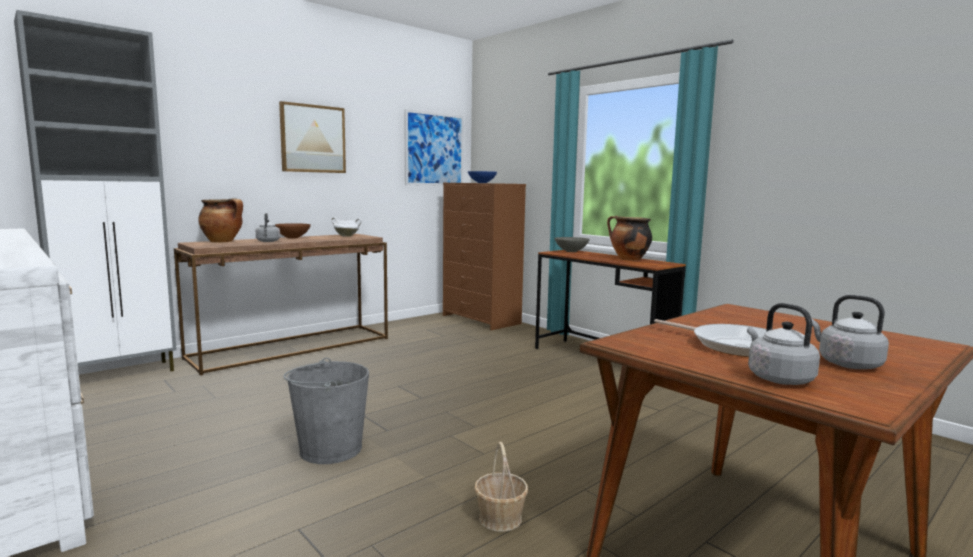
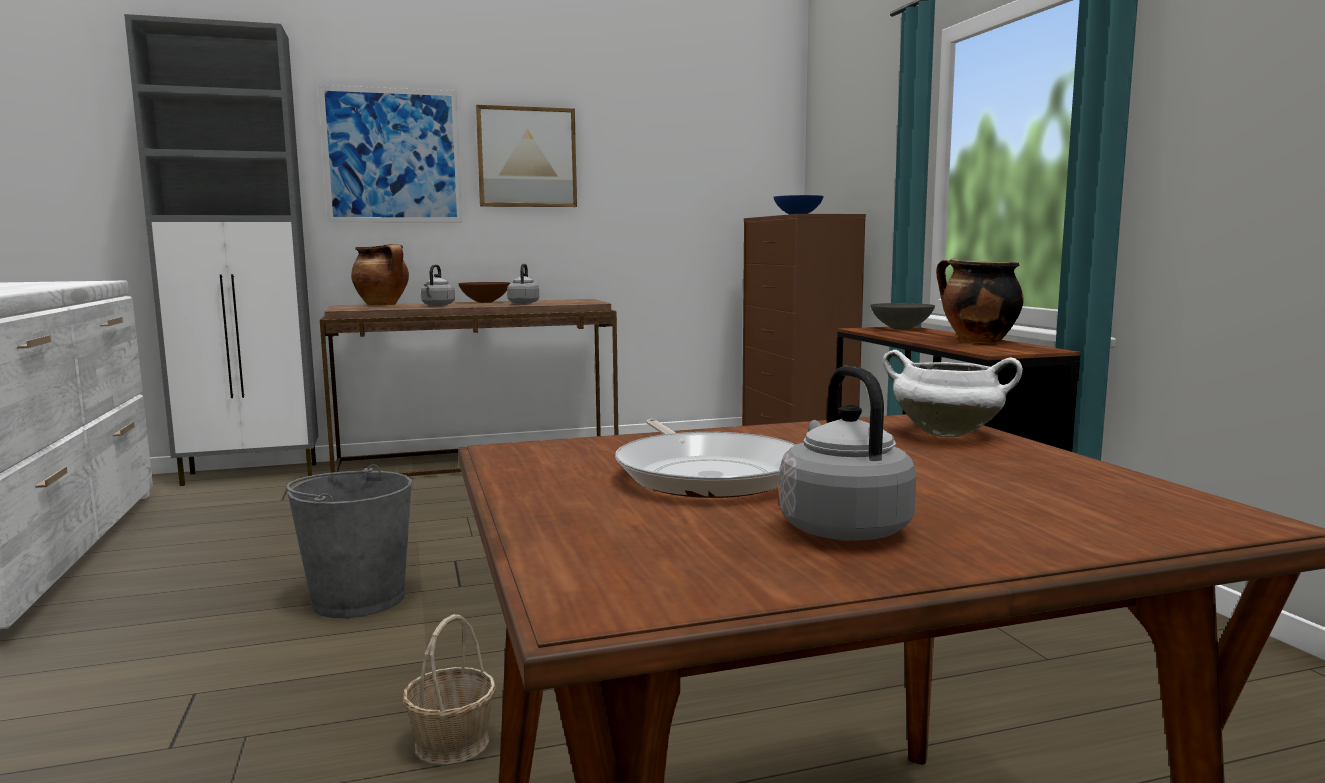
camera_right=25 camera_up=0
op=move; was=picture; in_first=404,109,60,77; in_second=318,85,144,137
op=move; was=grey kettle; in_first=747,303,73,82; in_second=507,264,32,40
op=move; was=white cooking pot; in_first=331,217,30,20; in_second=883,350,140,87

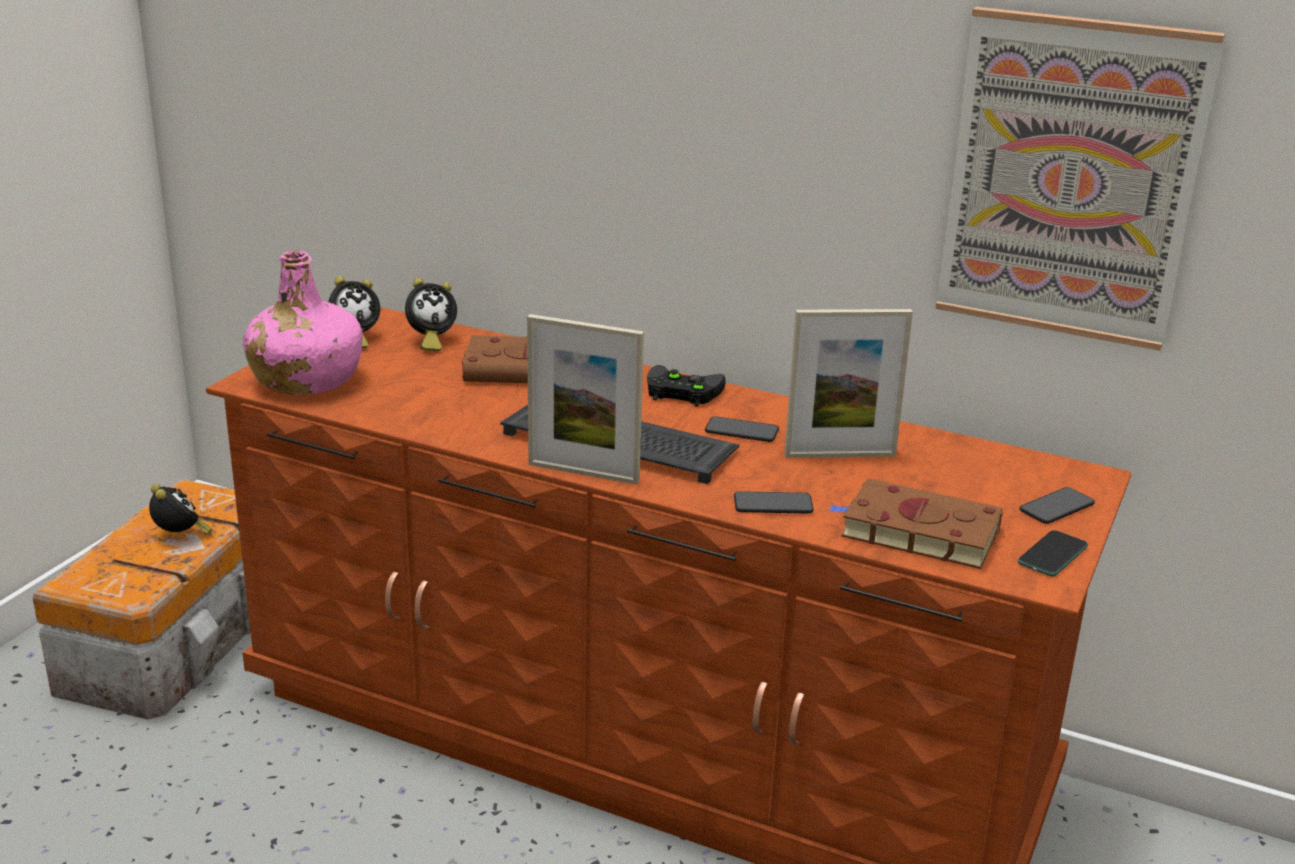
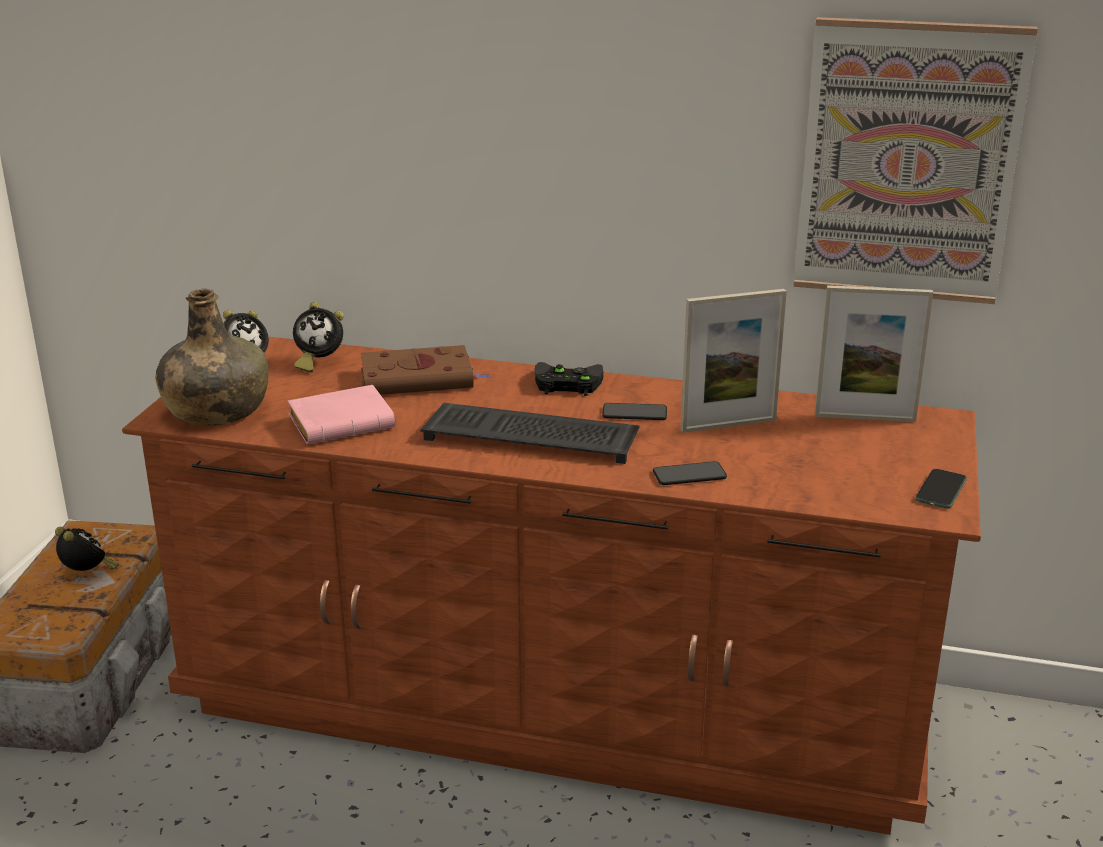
camera_right=-10 camera_up=0
op=recolor; was=pink bottle; now=green bottle; in_first=243,250,120,145; in_second=156,288,113,138
op=insert; now=pink book; in_second=288,385,107,59
op=rotate; was=alarm clock; in_first=405,278,52,73; in_second=293,302,51,70; clockwise=45
op=move; was=picture frame; in_first=527,314,117,171; in_second=815,285,118,137
op=delete; was=brown book; in_first=828,478,175,91
op=delete; was=phone; in_first=1020,487,75,37

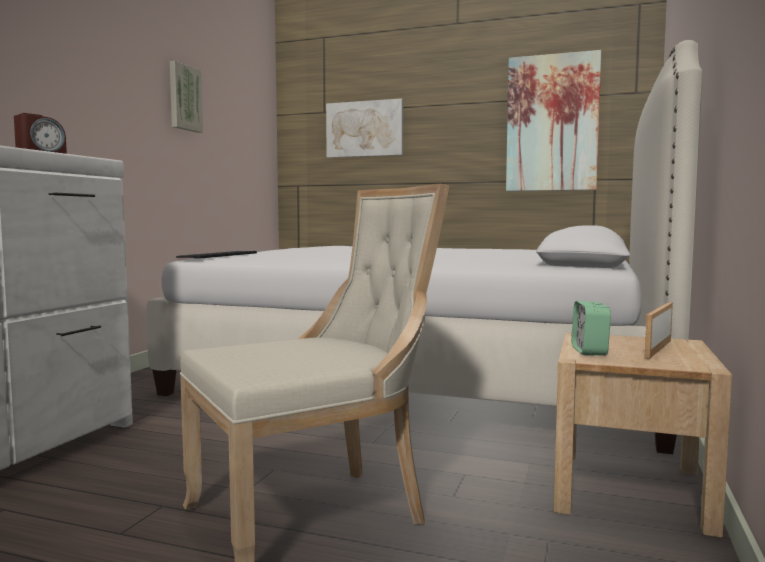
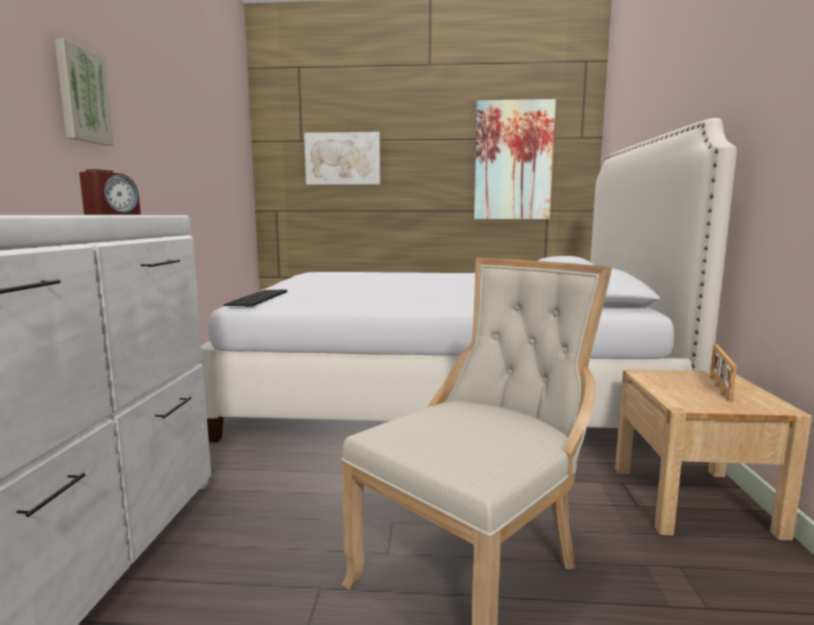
camera_right=-15 camera_up=5
op=move; was=picture; in_first=170,61,33,72; in_second=55,38,59,108
op=delete; was=alarm clock; in_first=571,301,40,55

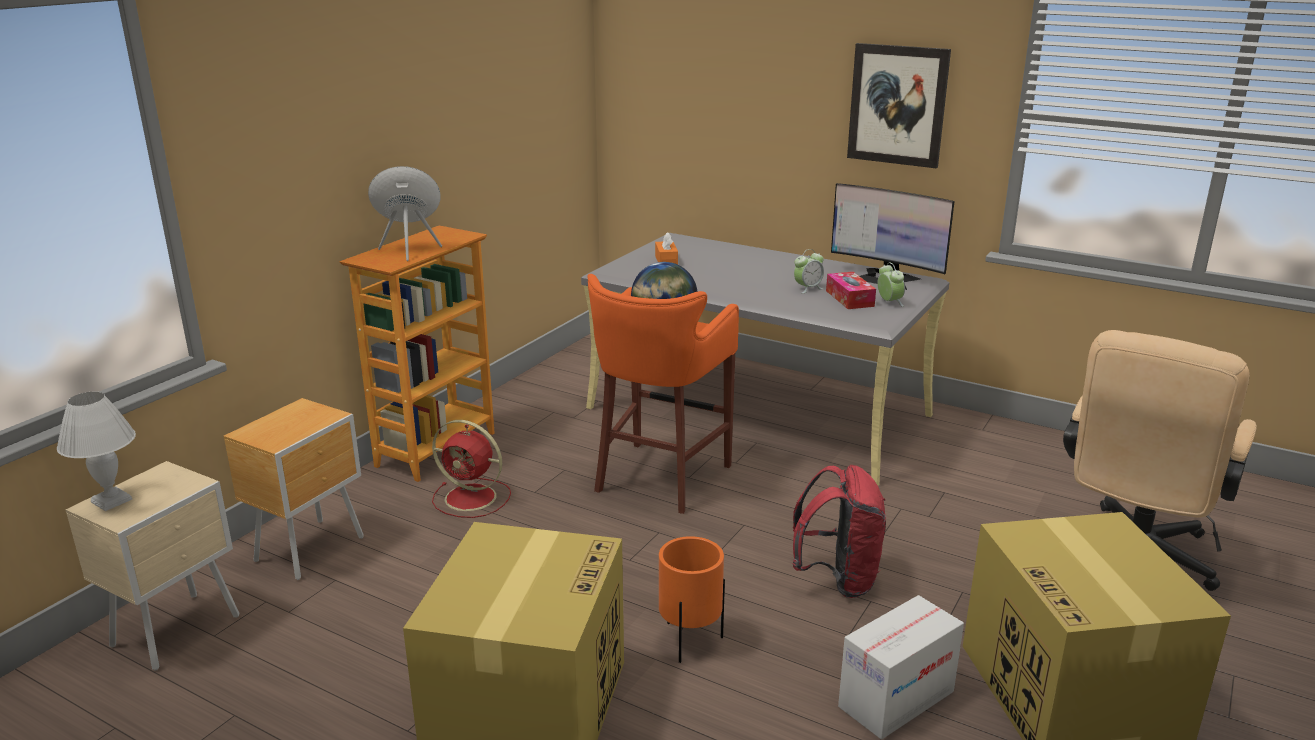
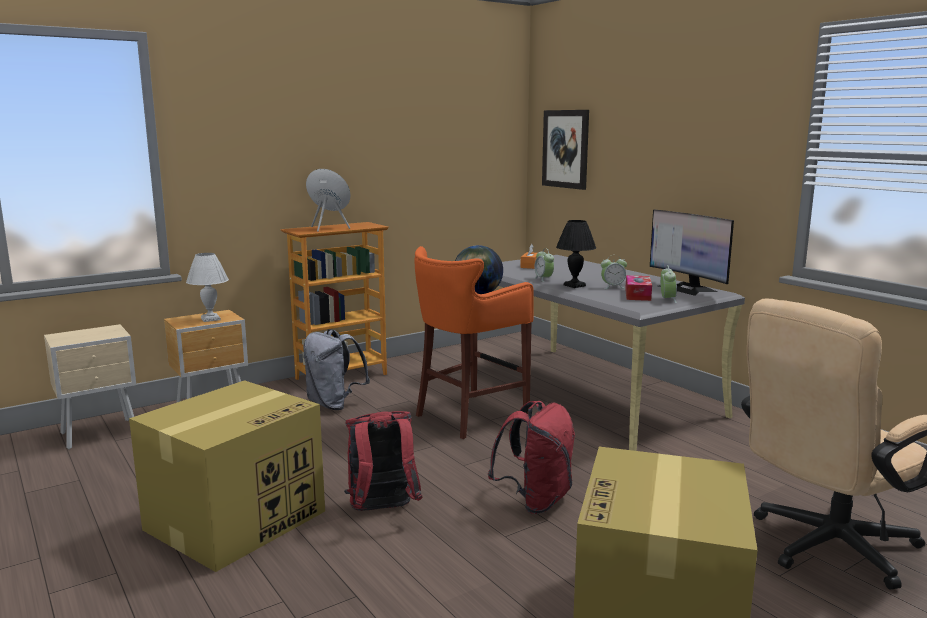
camera_right=25 camera_up=-10
op=move; was=white table lamp; in_first=57,392,79,119; in_second=186,253,43,69
op=replace; was=red fan; now=grey backpack; in_first=432,420,79,98; in_second=303,329,67,81
op=replace; was=orange planter; now=red backpack; in_first=659,536,66,127; in_second=344,411,79,100
op=insert; now=alarm clock; in_second=534,248,20,34
op=move; was=picture; in_first=847,43,104,125; in_second=542,110,47,80
op=insert; now=black table lamp; in_second=556,220,40,68
op=delete; was=cardboard box; in_first=838,595,126,145

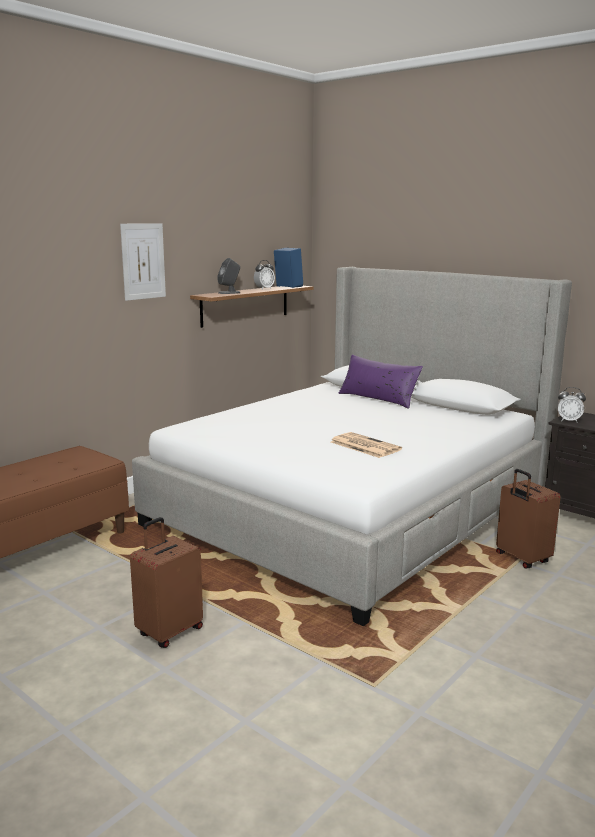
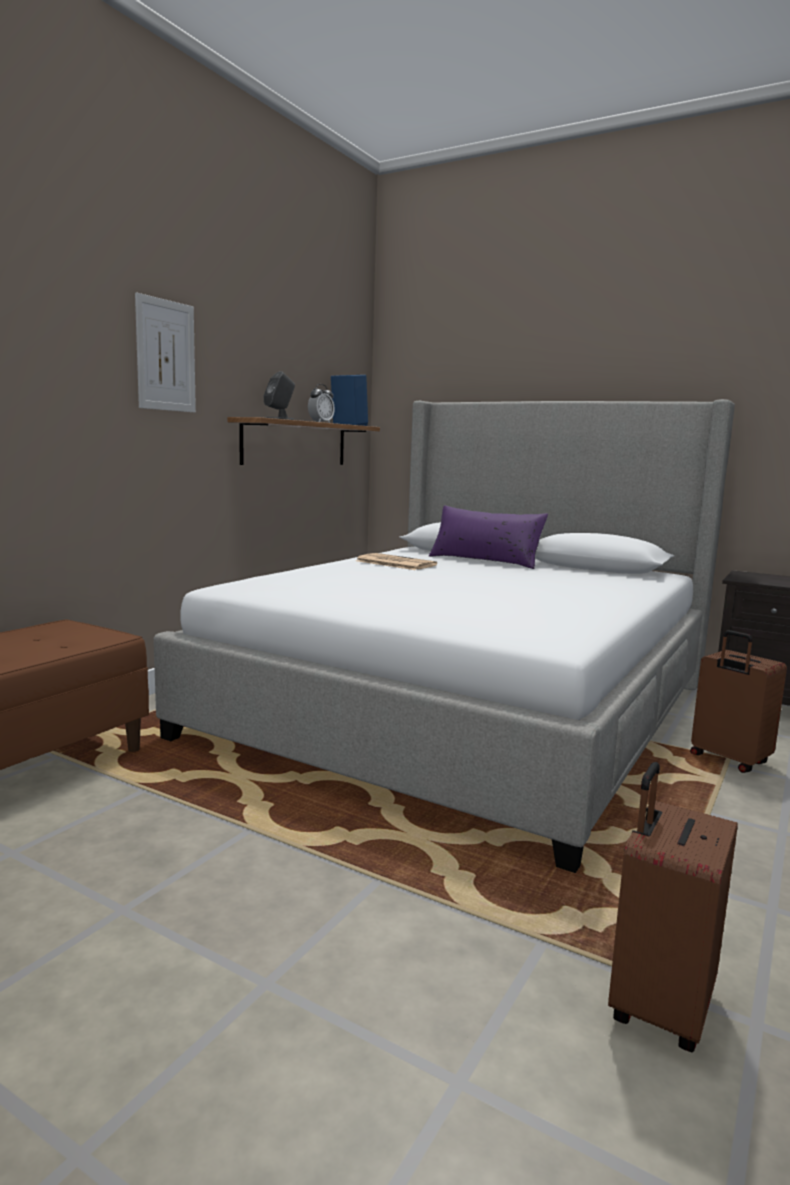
camera_right=-10 camera_up=-5
op=move; was=newspaper; in_first=331,432,71,26; in_second=356,553,81,17
op=move; was=brown suitcase; in_first=130,517,73,131; in_second=608,762,130,290
op=delete; was=alarm clock; in_first=558,387,28,35

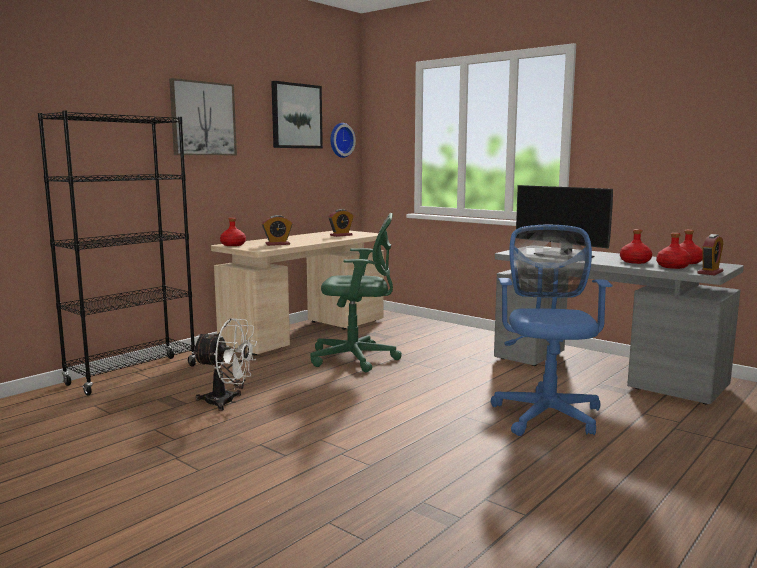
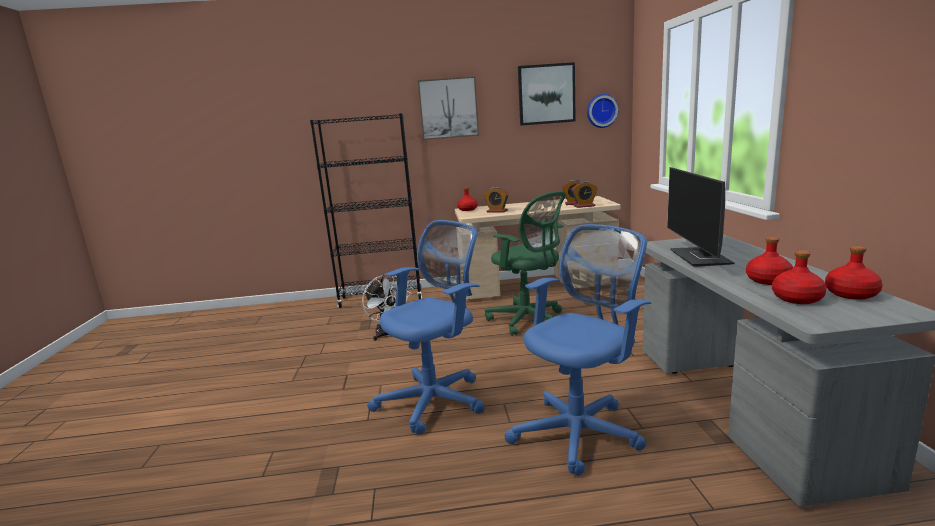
camera_right=45 camera_up=5
op=insert; now=blue office chair; in_second=367,220,118,215
op=move; was=alarm clock; in_first=697,234,27,42; in_second=571,181,27,27

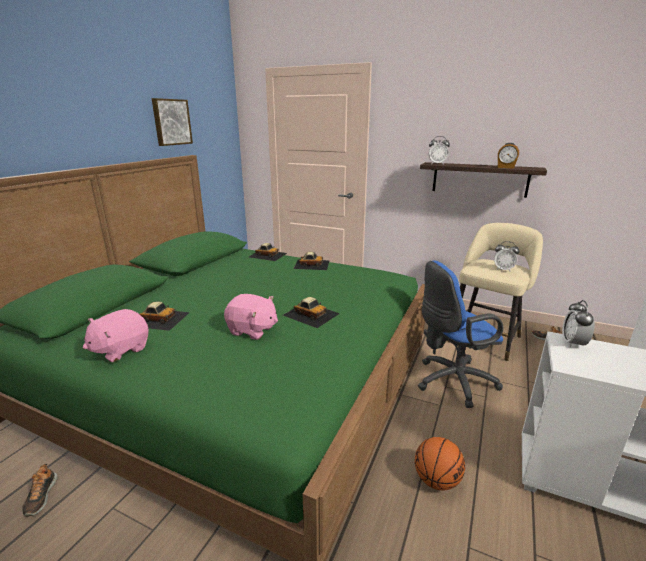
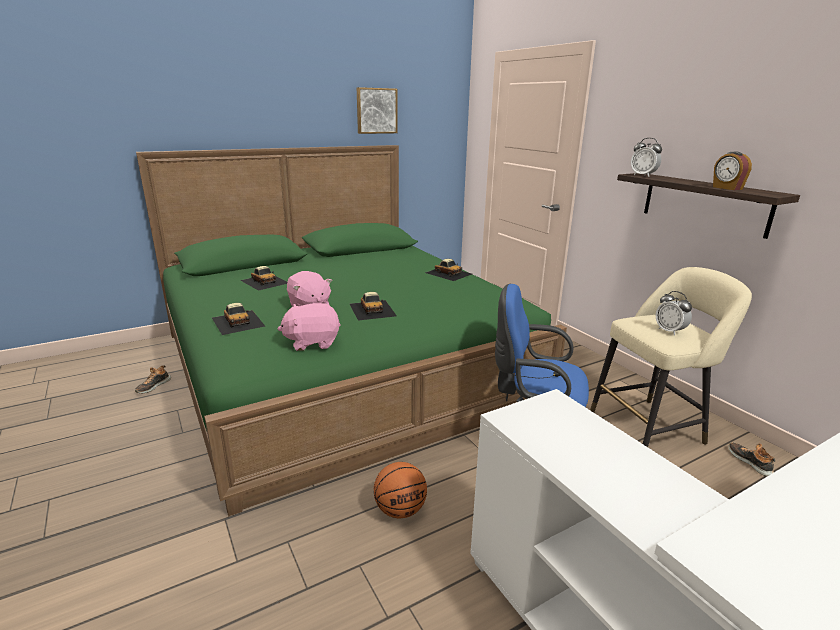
camera_right=35 camera_up=0
op=move; was=toy car; in_first=249,243,38,18; in_second=212,303,53,32
op=move; was=pink plush toy; in_first=83,309,66,53; in_second=278,303,63,48
op=delete; was=alarm clock; in_first=562,300,33,48

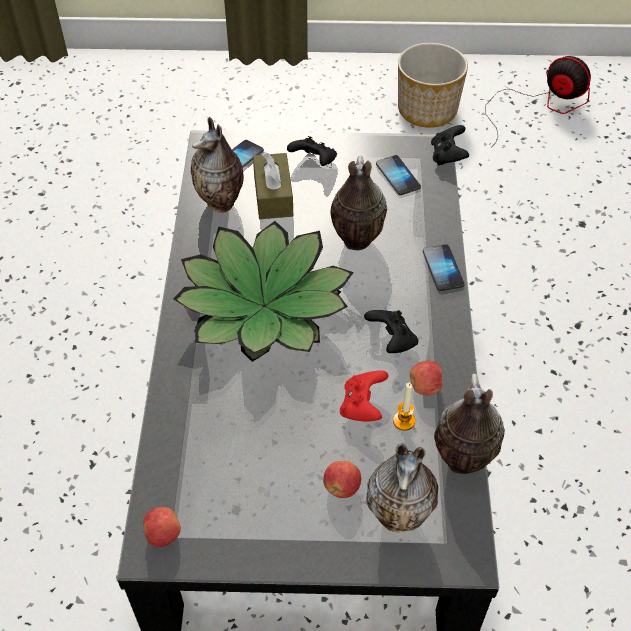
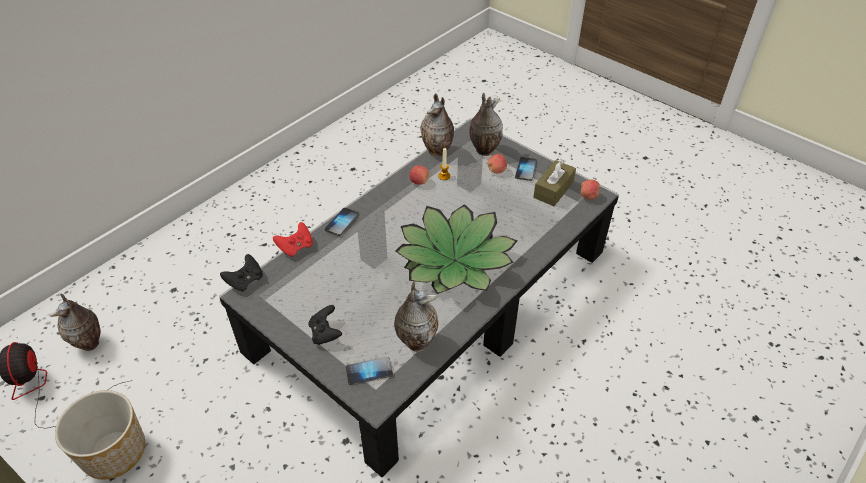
camera_right=-140 camera_up=-5
op=move; was=vase; in_first=330,155,57,95; in_second=49,294,52,57
op=move; was=red game controller; in_first=340,370,49,52; in_second=273,222,40,35
op=move; was=phone; in_first=376,155,45,40; in_second=515,157,22,24
op=move; was=brown tissue box; in_first=253,152,40,67; in_second=533,159,43,47
op=delete; was=black game controller; in_first=364,310,54,43

